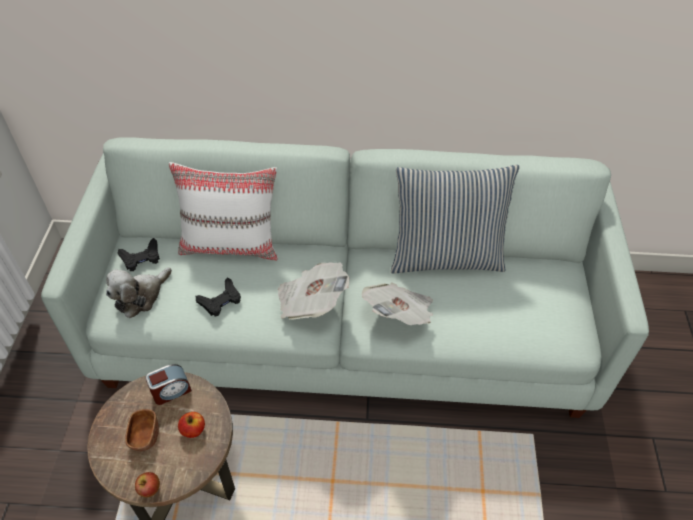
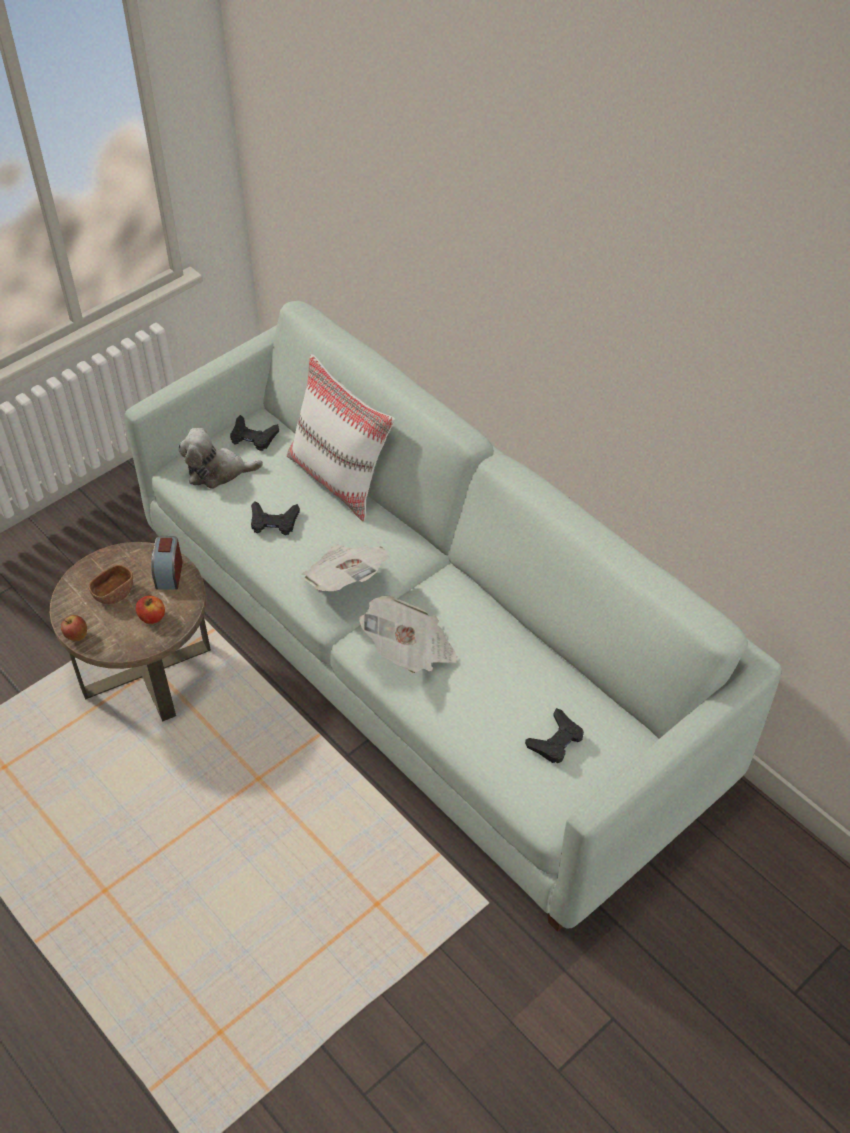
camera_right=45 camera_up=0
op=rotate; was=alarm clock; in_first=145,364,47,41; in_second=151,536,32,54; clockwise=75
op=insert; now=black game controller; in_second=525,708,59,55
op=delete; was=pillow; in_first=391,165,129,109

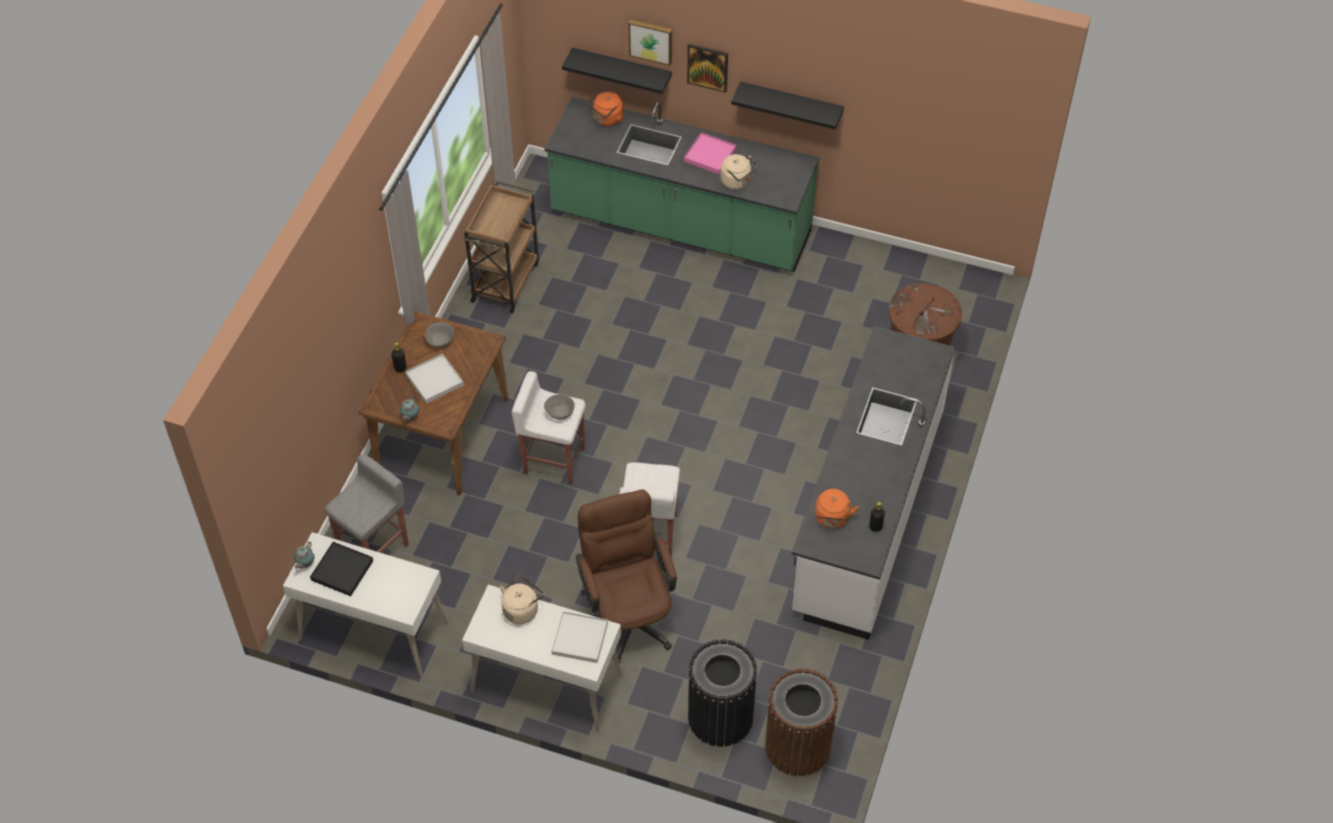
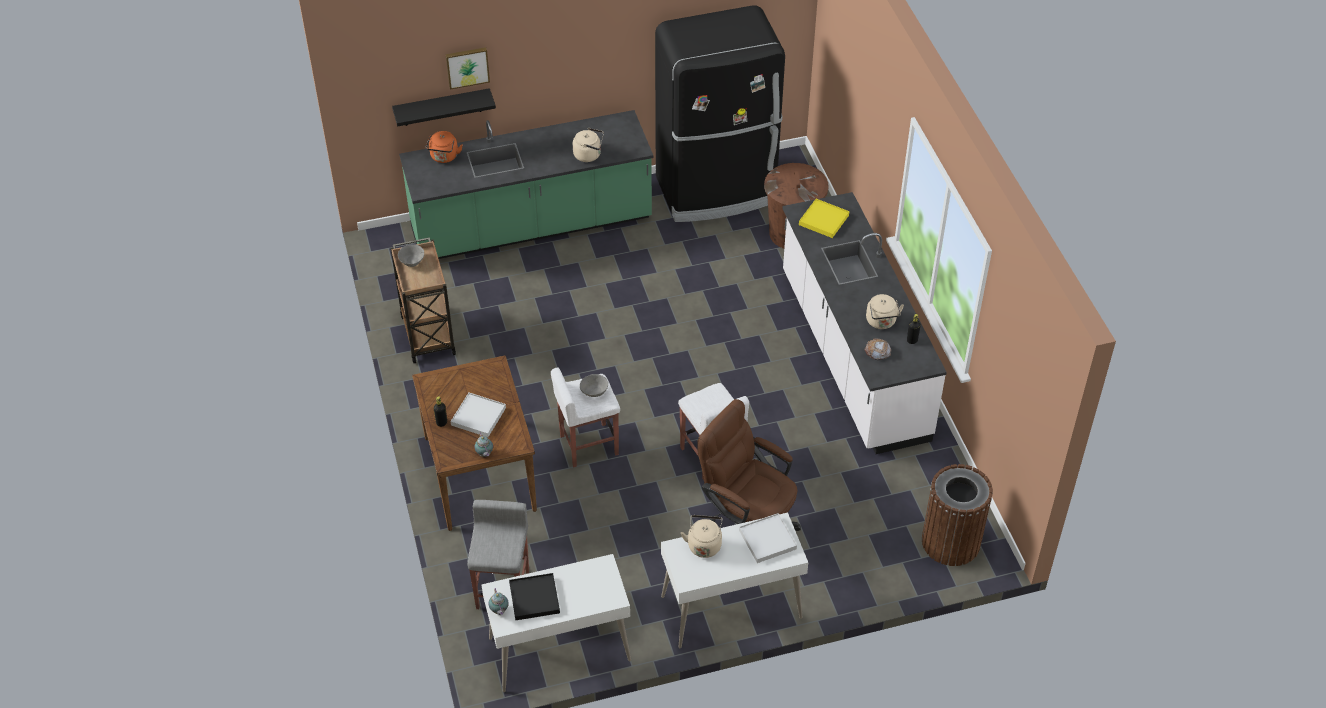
camera_right=-35 camera_up=-5
op=move; was=grey bowl; in_first=425,322,29,26; in_second=398,244,26,23
op=insert; now=black fridge; in_second=655,6,130,216
op=insert; now=yellow tray; in_second=799,199,50,39
op=replace; was=orange kettle; now=bread; in_first=815,489,44,40; in_second=864,338,27,22
op=insert; now=beige kettle; in_second=866,294,38,35
op=delete; was=pink tray; in_first=684,132,52,42
op=delete; was=picture; in_first=687,44,41,49
op=delete; was=black trash can; in_first=688,639,69,108
op=delete; was=black shelf; in_first=731,81,113,49

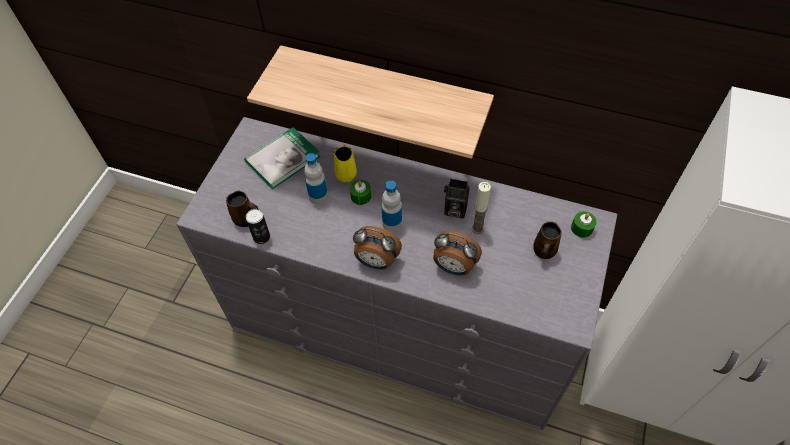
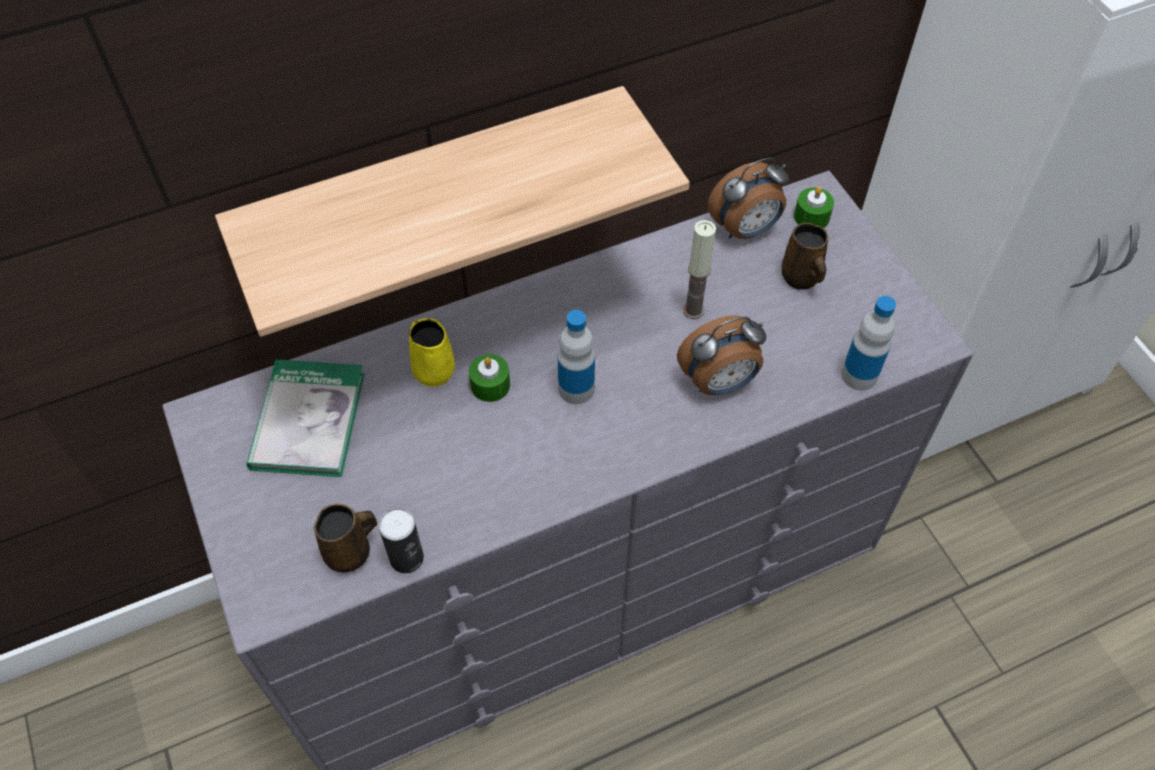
camera_right=-45 camera_up=0
op=move; was=alarm clock; in_first=353,226,49,43; in_second=708,157,81,82
op=move; was=bottle; in_first=304,153,24,52; in_second=841,296,55,95
op=delete; was=photo camera; in_first=444,179,26,40

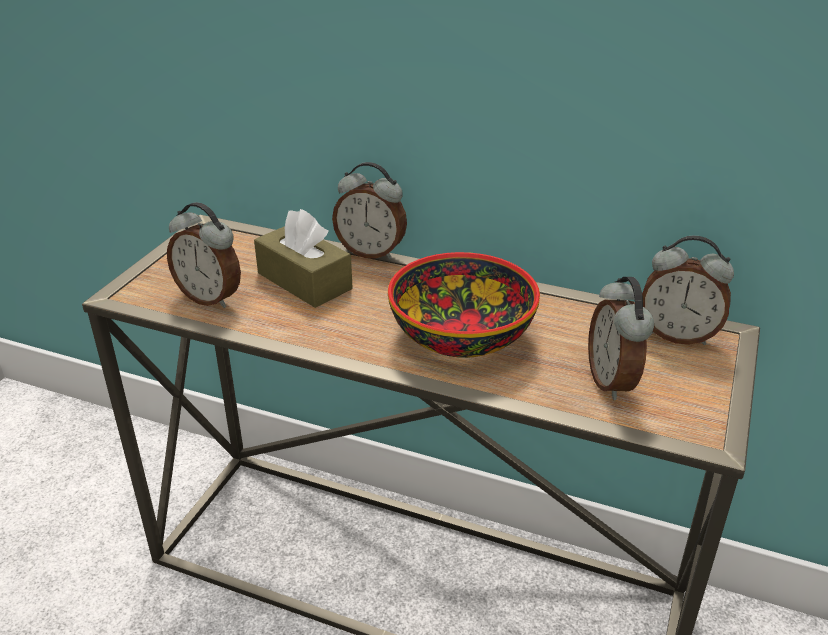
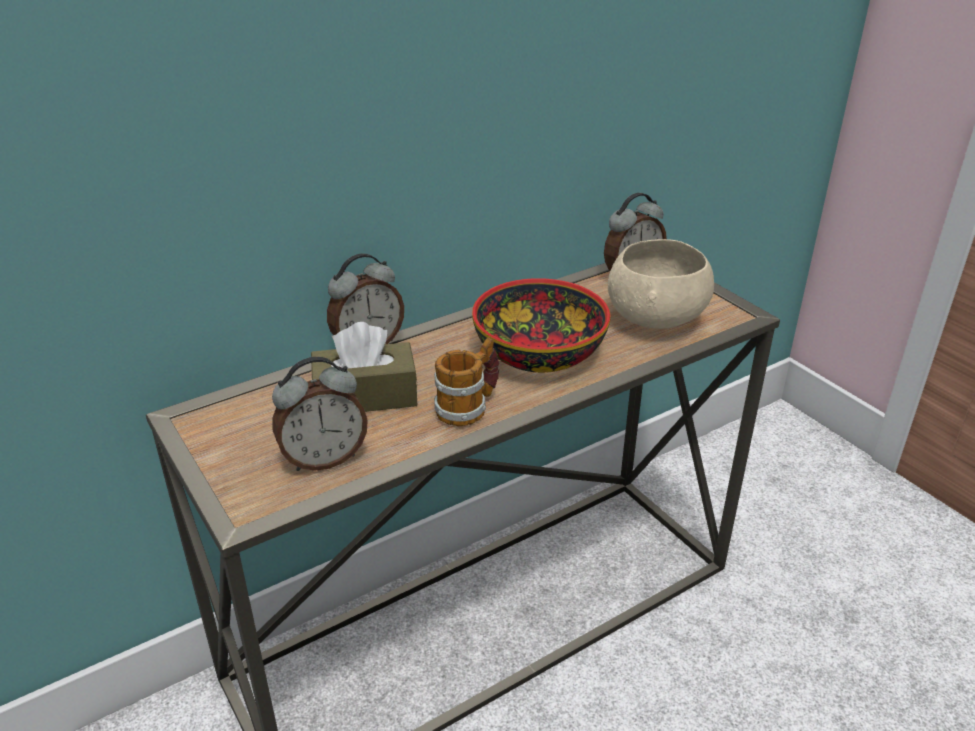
camera_right=-55 camera_up=0
op=insert; now=mug; in_second=434,338,65,88
op=replace; was=alarm clock; now=beige bowl; in_first=588,277,66,123; in_second=608,239,106,90

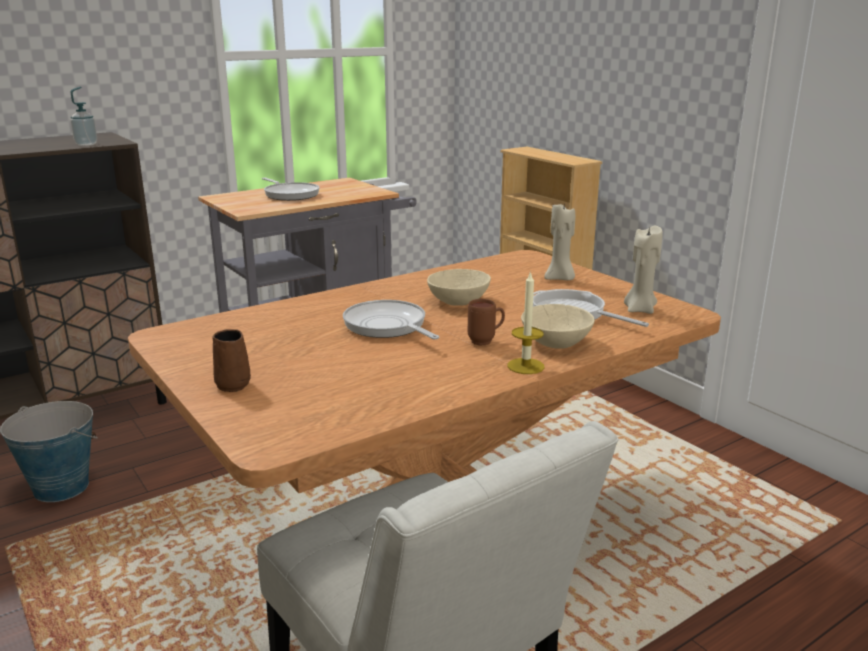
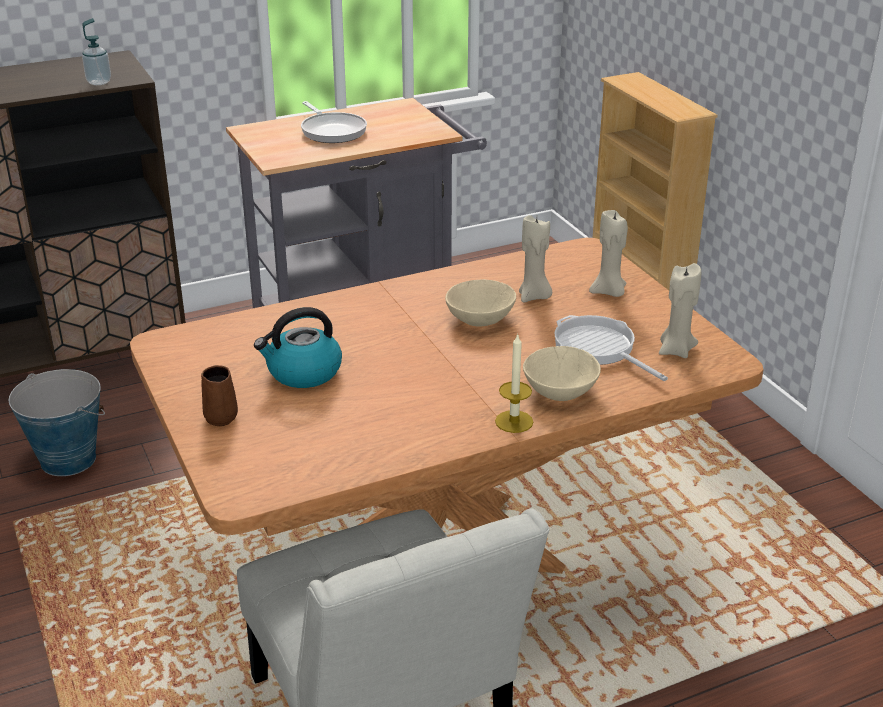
camera_right=10 camera_up=10
op=insert; now=kettle; in_second=254,307,88,81
op=insert; now=beige candle; in_second=519,215,33,87
op=delete; was=frying pan; in_first=343,300,96,40
op=delete; was=brown mug; in_first=468,299,37,46

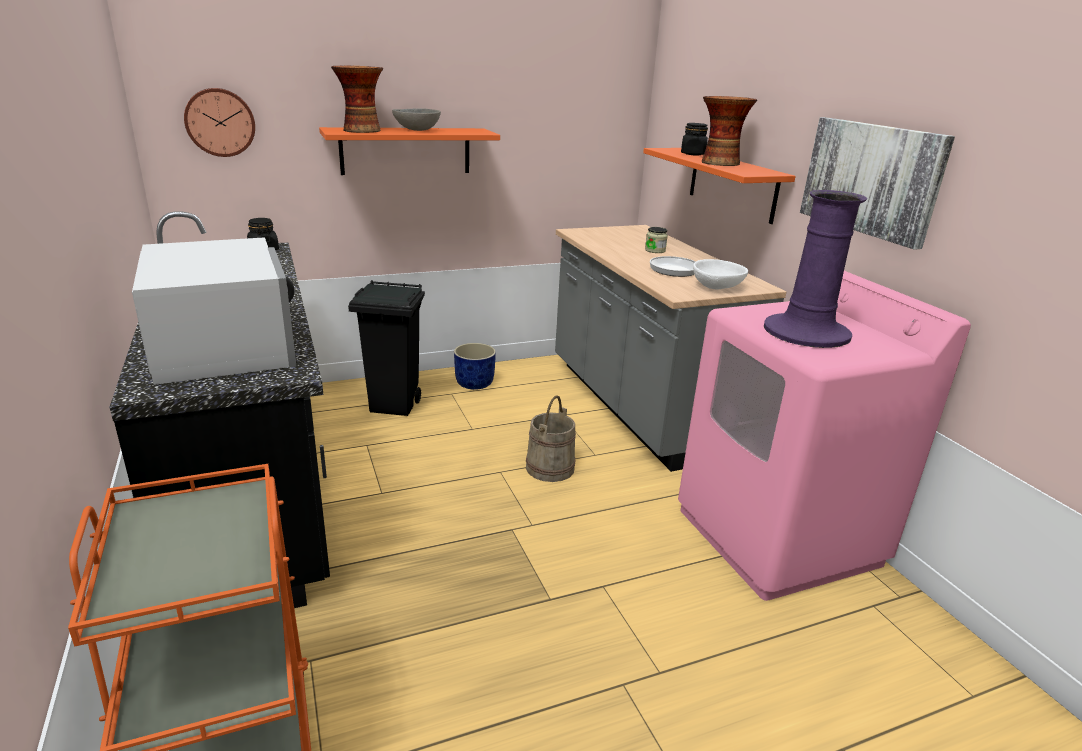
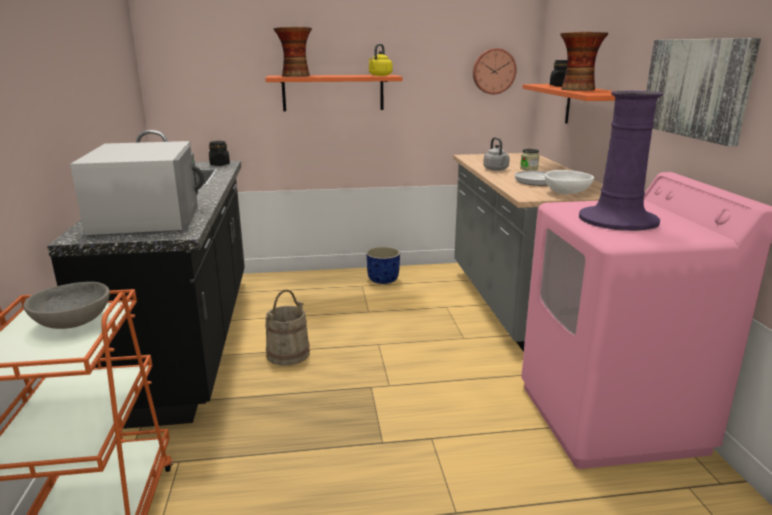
camera_right=15 camera_up=-5
op=move; was=grey bowl; in_first=392,108,49,23; in_second=23,282,87,47
op=move; was=beige bucket; in_first=526,395,50,87; in_second=265,289,45,77
op=insert; now=yellow kettle; in_second=369,44,24,32
op=move; was=wall clock; in_first=184,88,71,69; in_second=473,48,43,46
op=insert; now=grey kettle; in_second=483,137,27,34
op=delete; was=black trash can; in_first=348,280,77,136

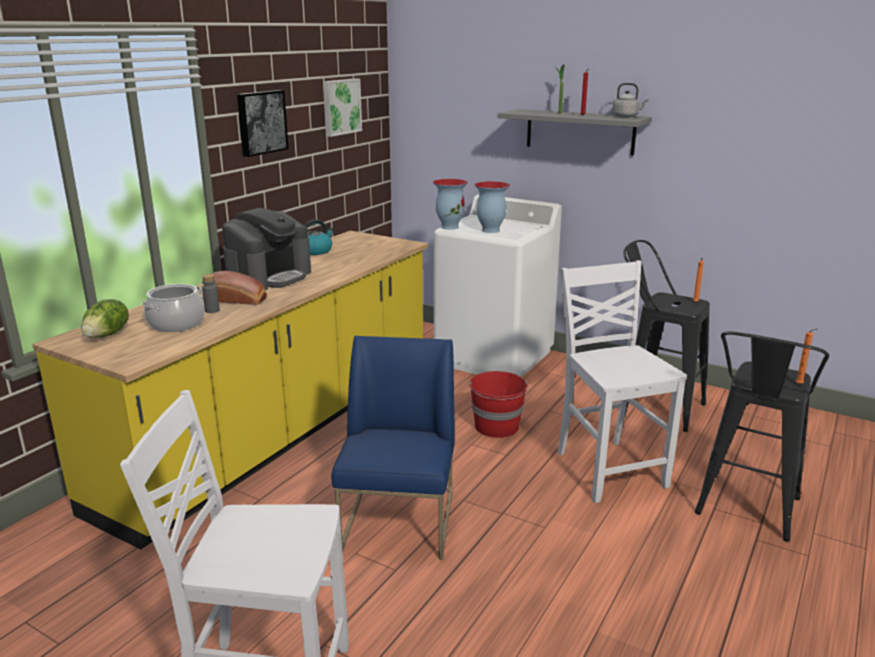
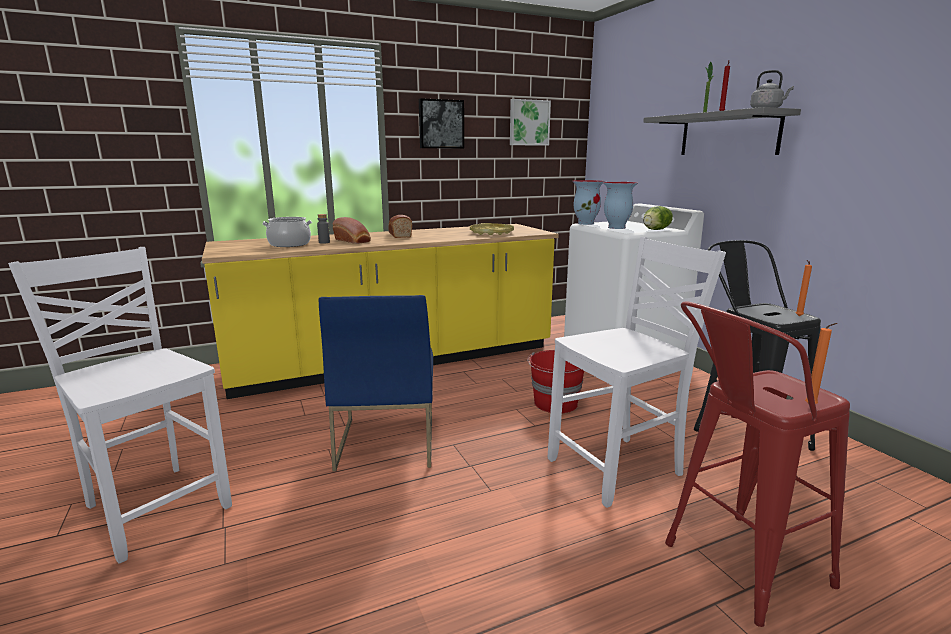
camera_right=35 camera_up=-5
op=rotate; was=blue chair; in_first=331,336,124,224; in_second=319,295,114,176; clockwise=135
op=replace; was=coffee machine; now=bread; in_first=222,208,89,83; in_second=388,215,24,23
op=insert; now=yellow tray; in_second=470,223,44,12
op=rotate; was=white chair; in_first=558,260,129,243; in_second=548,237,178,271; clockwise=45
op=move; was=lettuce; in_first=81,299,48,39; in_second=643,206,30,24
op=recolor; was=black stool; now=red stool; in_first=695,331,134,211; in_second=665,301,185,326
op=delete; was=kettle; in_first=304,219,30,36

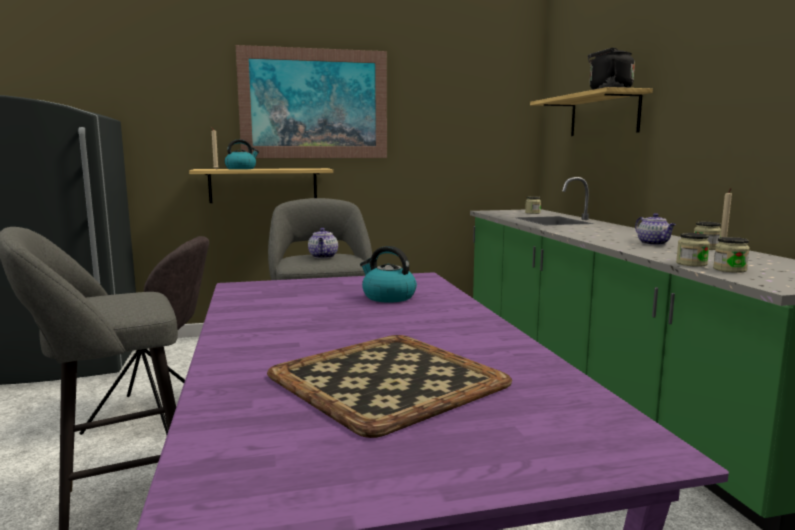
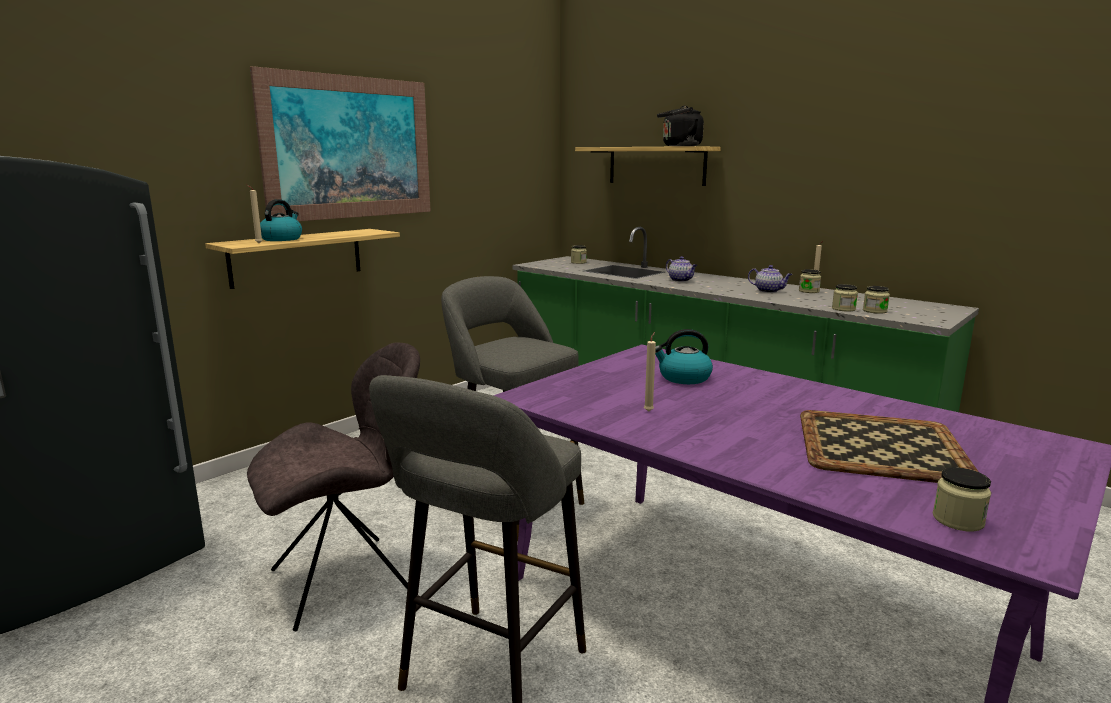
camera_right=-35 camera_up=5
op=insert; now=beige candle; in_second=644,332,12,80
op=move; was=teapot; in_first=308,228,30,31; in_second=666,256,31,26
op=insert; now=jar; in_second=933,467,58,64

